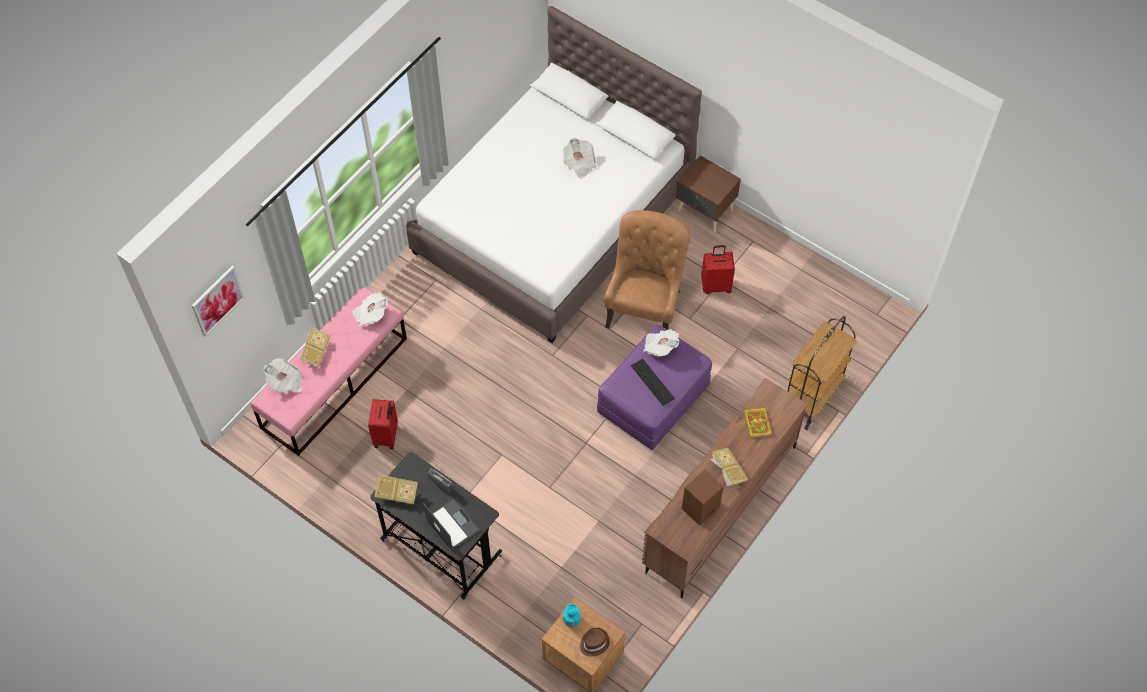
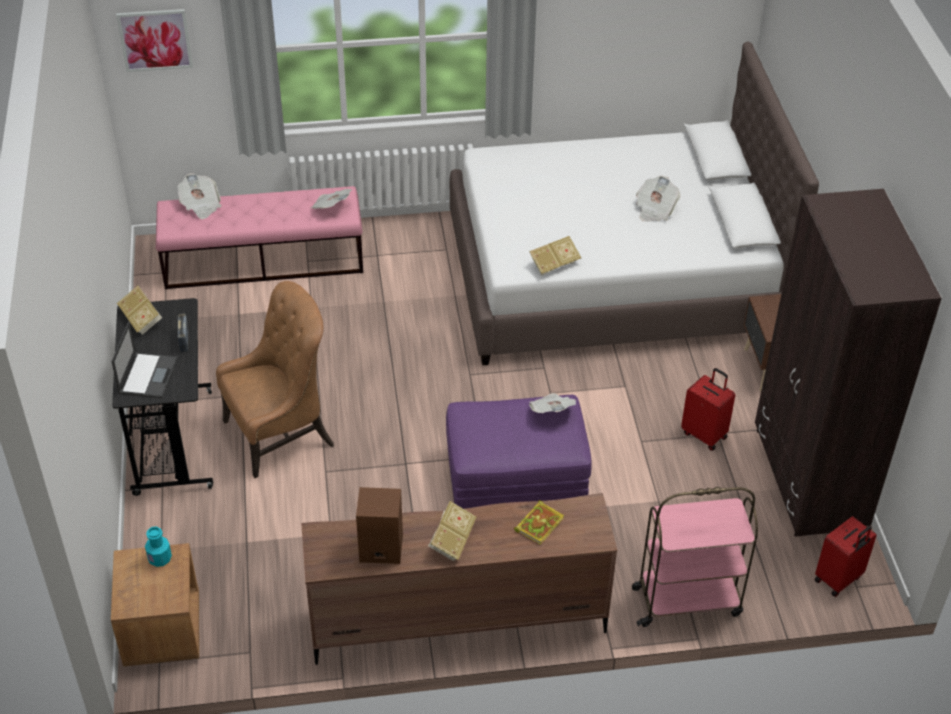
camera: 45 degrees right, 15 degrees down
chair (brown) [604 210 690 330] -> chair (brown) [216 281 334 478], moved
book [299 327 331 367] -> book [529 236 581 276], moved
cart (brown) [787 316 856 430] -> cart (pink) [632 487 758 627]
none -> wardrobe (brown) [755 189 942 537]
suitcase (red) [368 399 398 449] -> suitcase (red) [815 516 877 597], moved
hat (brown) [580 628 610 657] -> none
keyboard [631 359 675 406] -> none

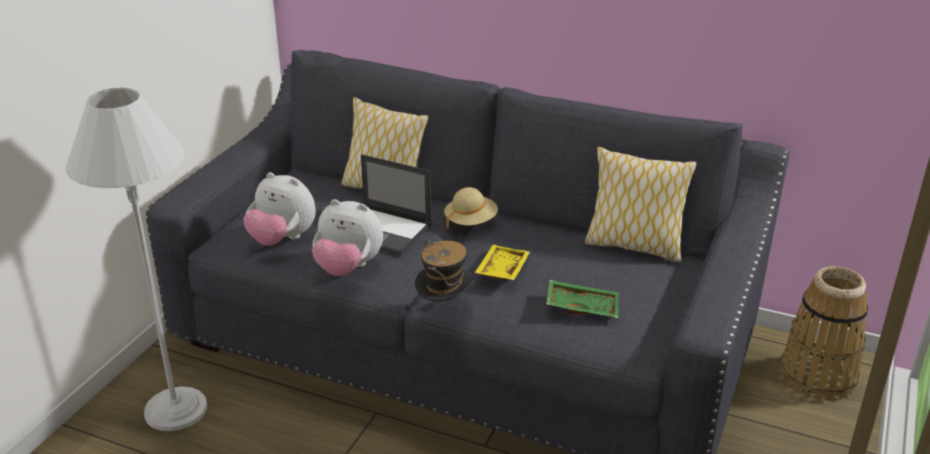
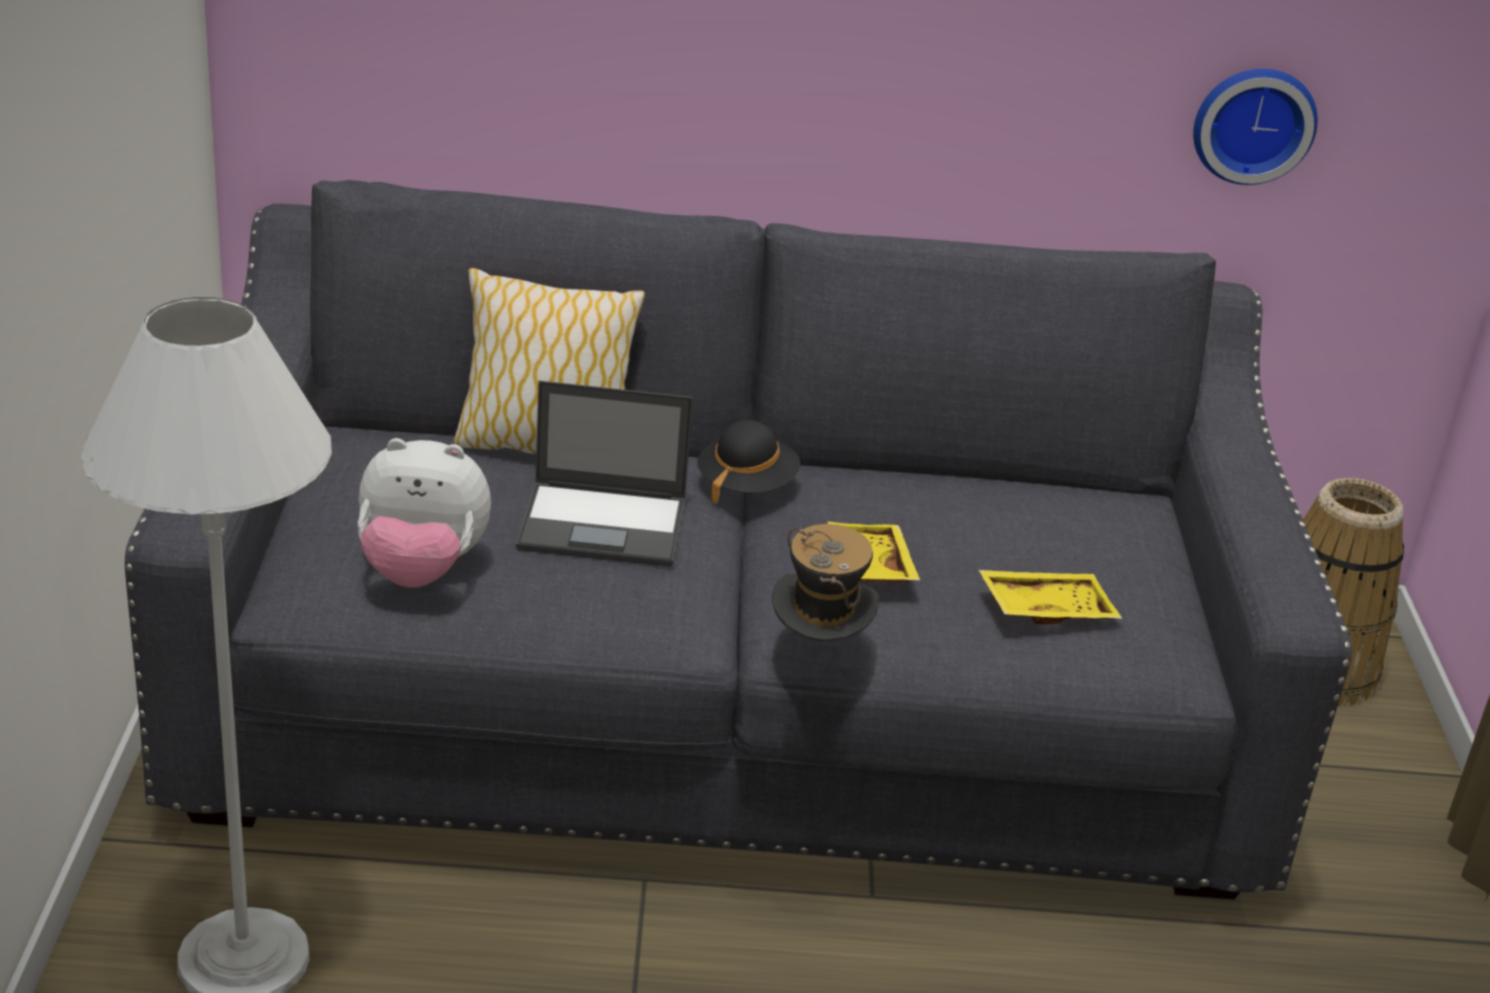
camera: 25 degrees left, 0 degrees up
hat (beige) [444 187 498 228] -> hat (black) [697 420 801 505]
tray (green) [546 280 619 318] -> tray (yellow) [979 570 1122 624]
none -> wall clock [1193 69 1318 185]
plush toy [312 199 383 276] -> none
pillow [585 147 697 262] -> none

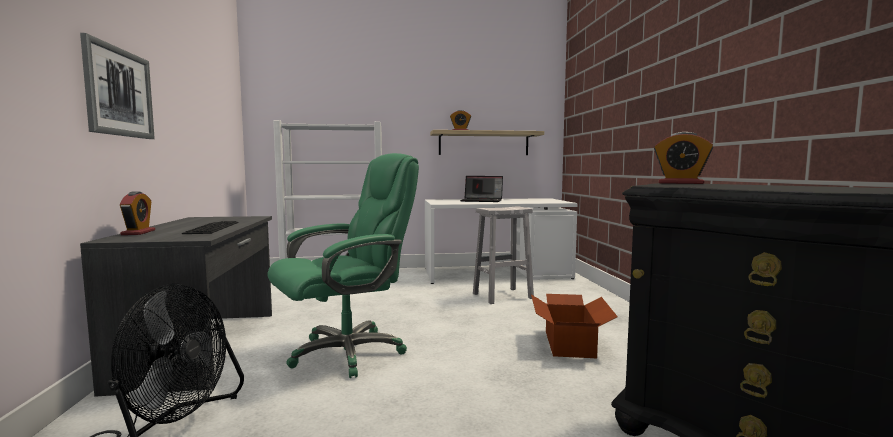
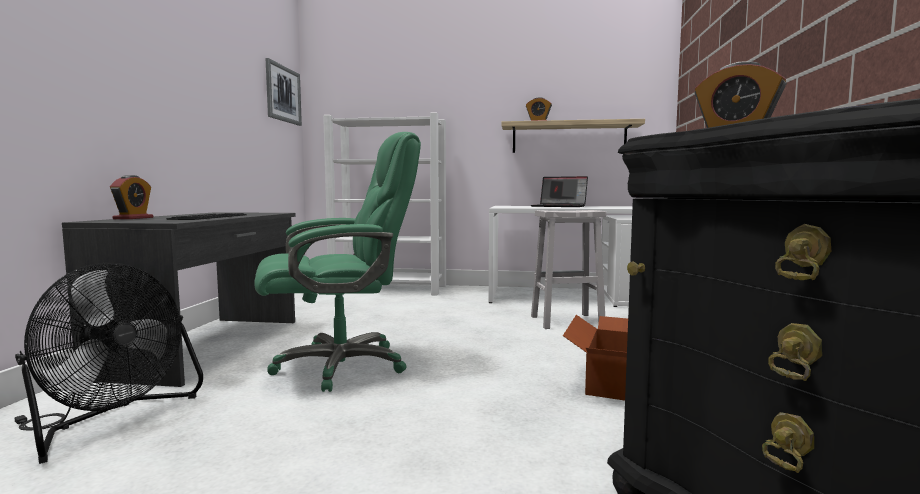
camera: 15 degrees right, 0 degrees up
picture [80 33 155 139] -> picture [265 58 302 126], moved

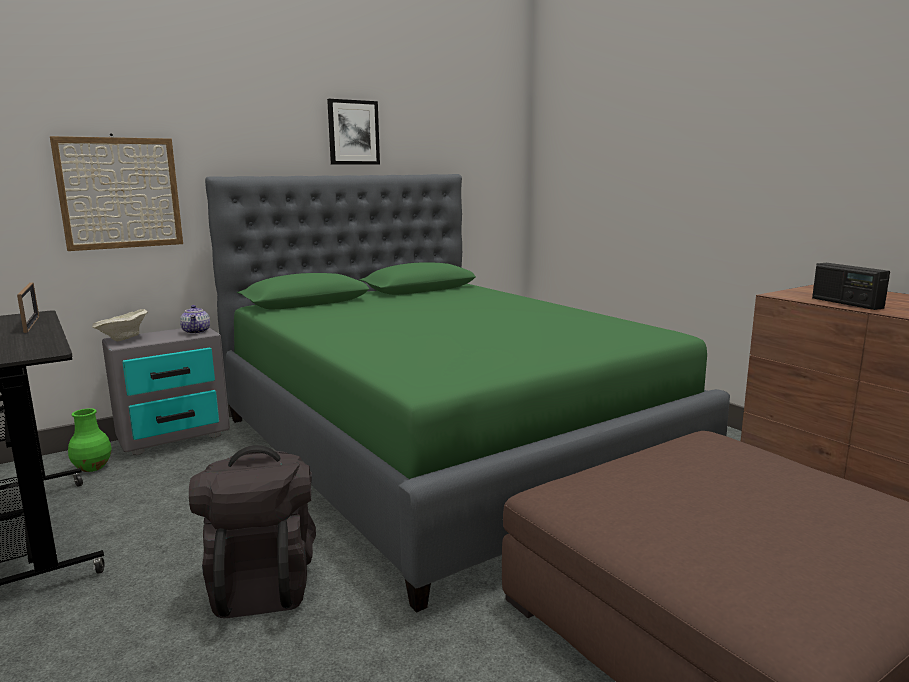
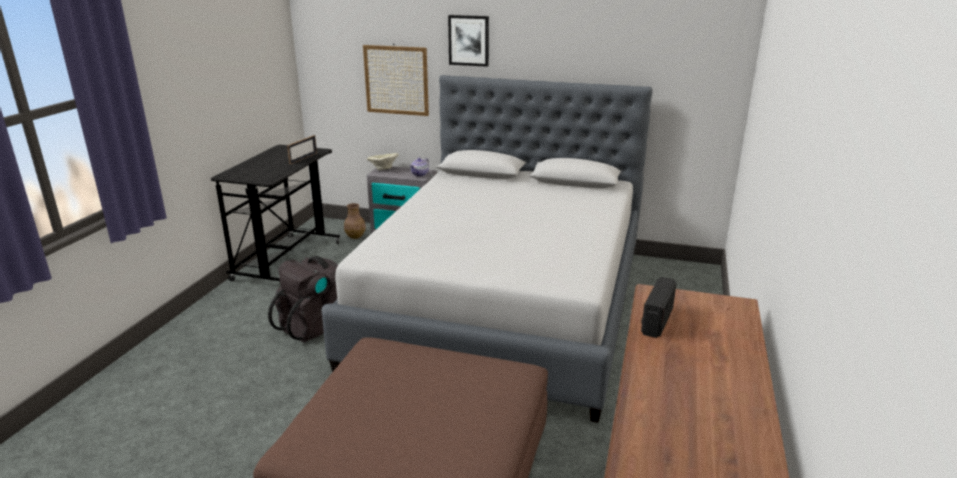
camera: 50 degrees right, 10 degrees up
bed (green) [205 174 730 613] -> bed (grey) [322 75 653 423]
vase (green) [68 408 112 472] -> vase (brown) [344 203 366 239]
picture [327 99 380 165] -> picture [448 15 489 67], moved

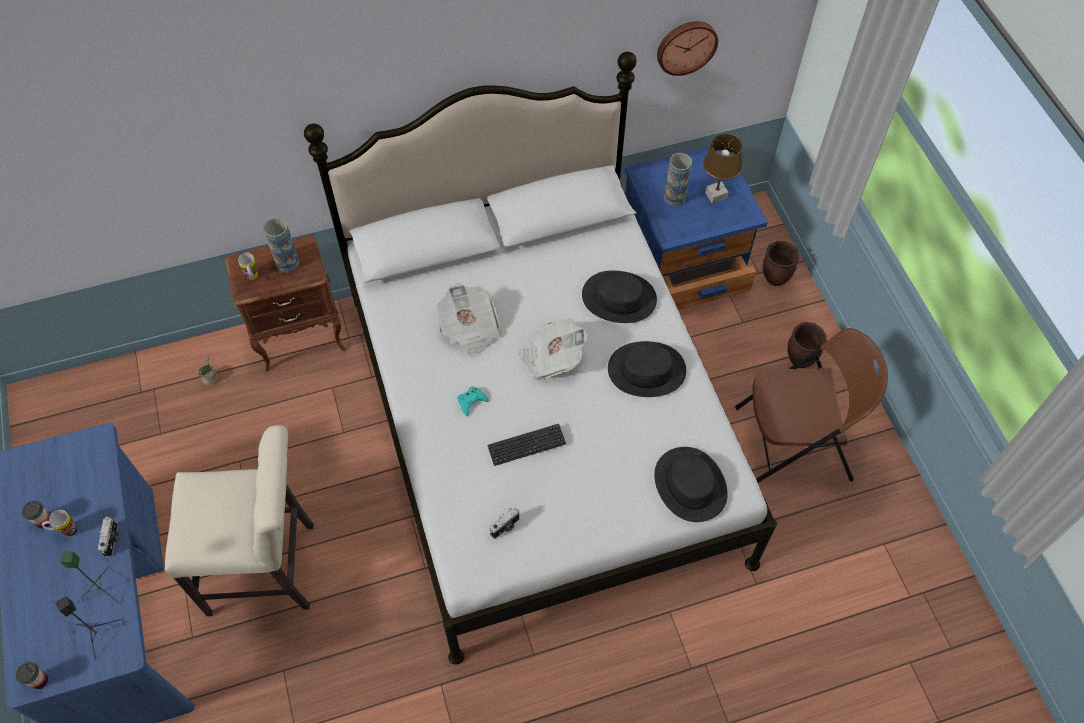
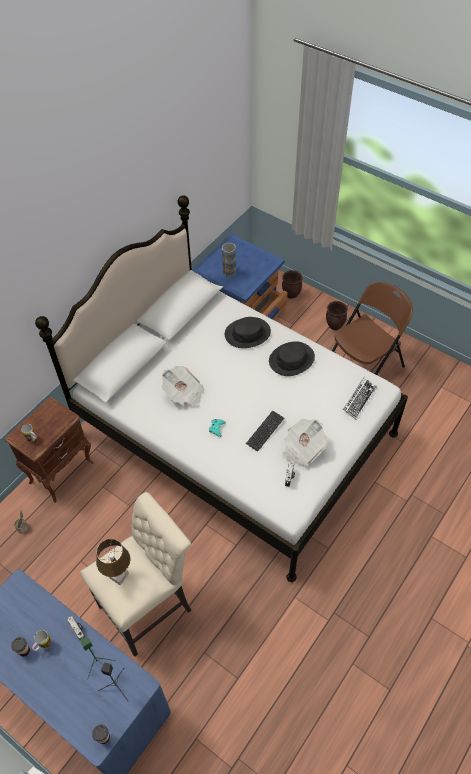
camera: 35 degrees left, 5 degrees down
table lamp (brown) [703 134 743 203] -> table lamp (brown) [96 539 130 585], moved
newspaper [519 318 588 380] -> newspaper [282 418 328 467], moved
hat (black) [654 447 728 522] -> keyboard [343 377 377 420]
vase [263 218 299 272] -> none
wall clock [657 21 718 76] -> none

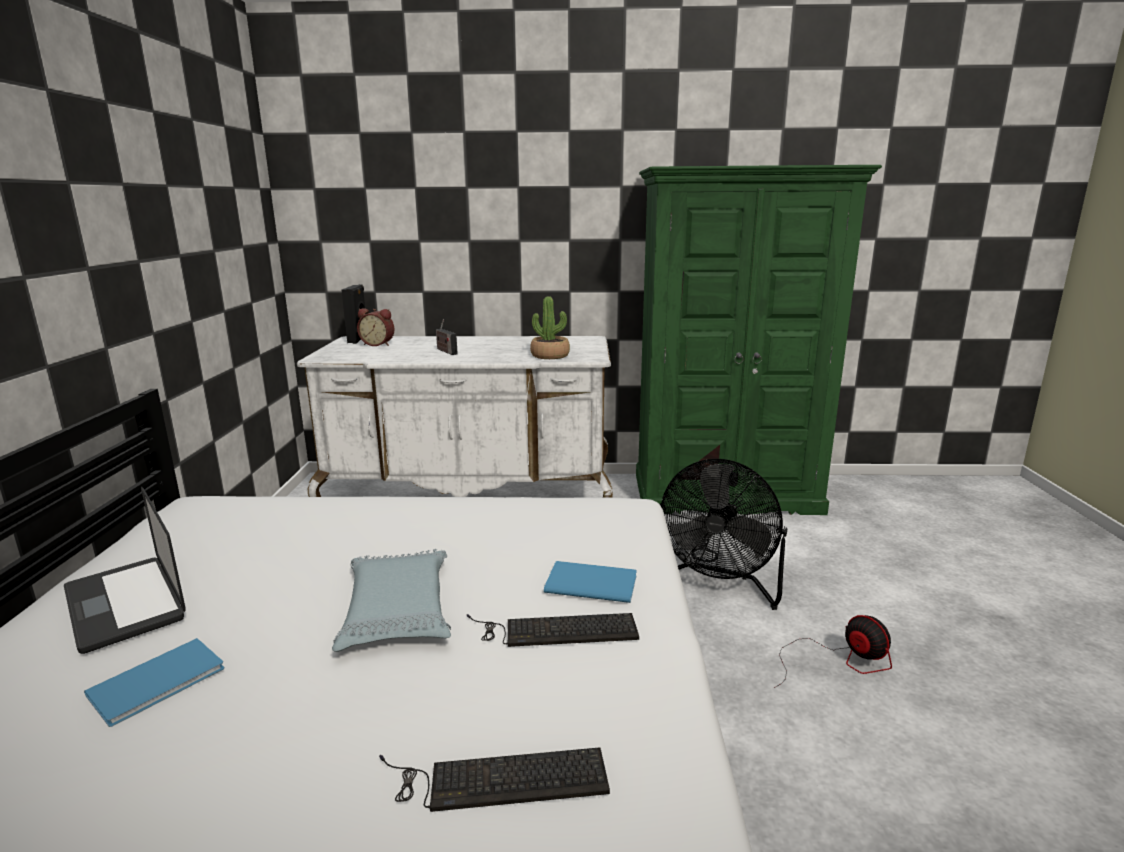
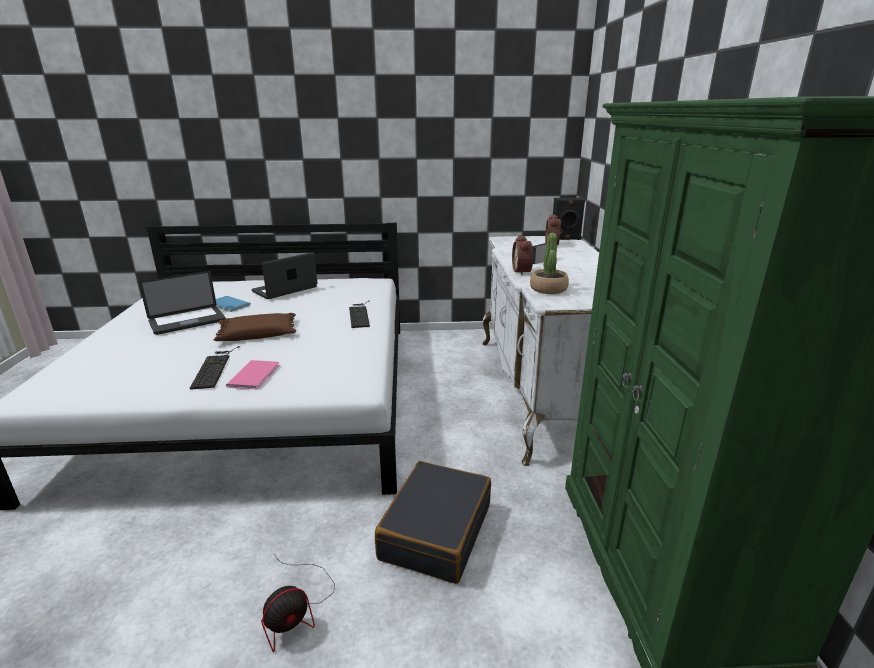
camera: 85 degrees right, 5 degrees up
none -> laptop [139 271 226 335]
pillow (blue) [332 549 451 652] -> pillow (brown) [214 313 296 341]
book (blue) [544 561 637 603] -> book (pink) [226 360 279 389]
keyboard [379 747 610 812] -> keyboard [349 301 370 328], moved
fan (black) [660 459 787 610] -> suitcase (black) [375 461 491 584]
none -> alarm clock [512 235 533 275]

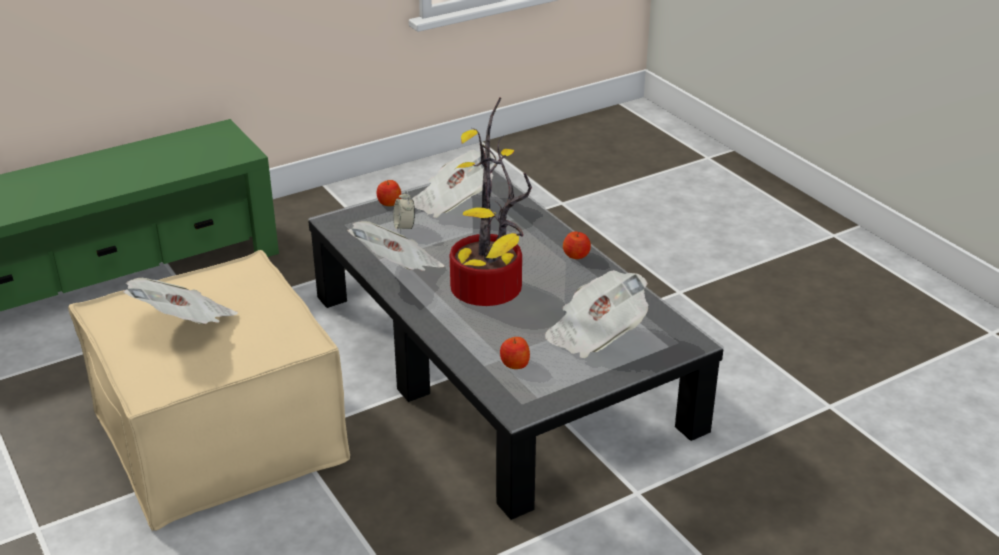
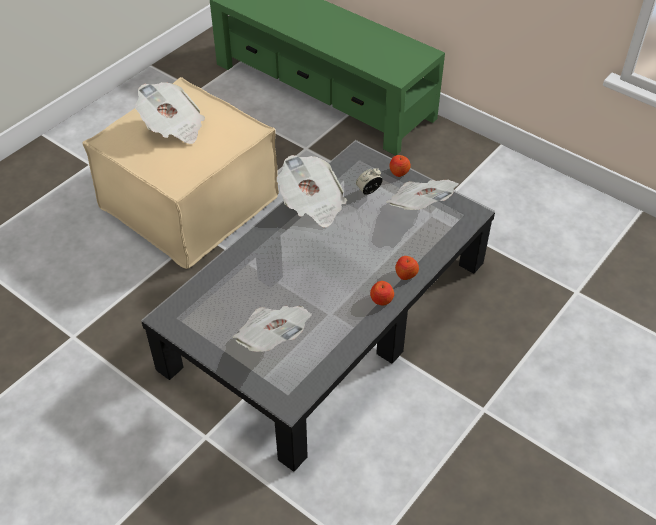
camera: 70 degrees right, 15 degrees up
apple [500 337 530 369] -> apple [395 256 419 280], moved
potted plant [450 97 532 306] -> none

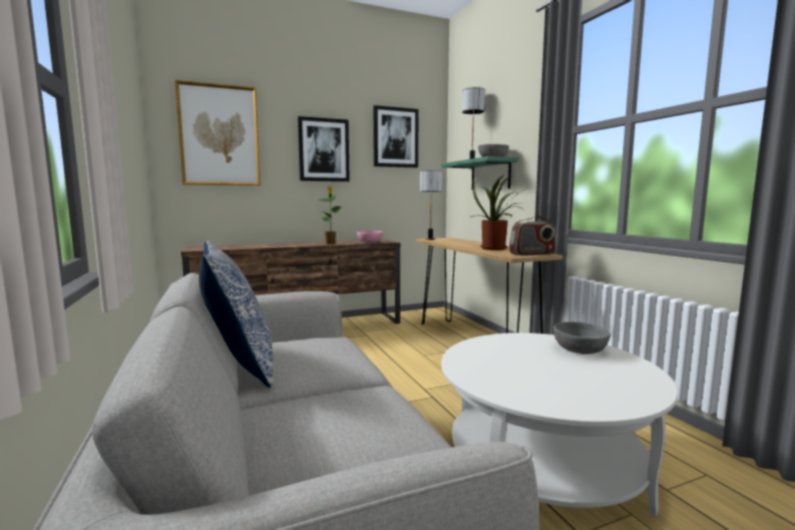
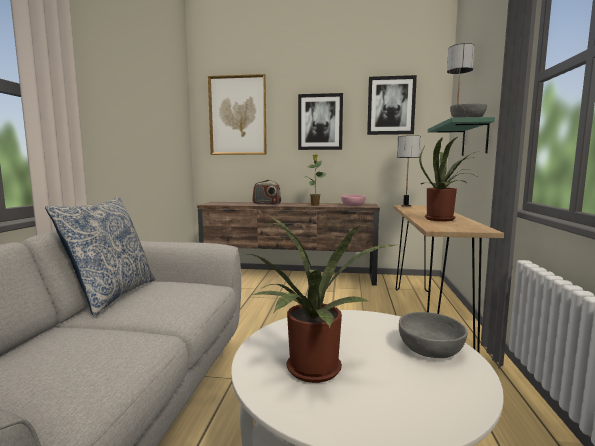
camera: 30 degrees right, 0 degrees up
none -> potted plant [249 216 395 383]
radio [509 216 556 256] -> radio [252 180 281 205], moved

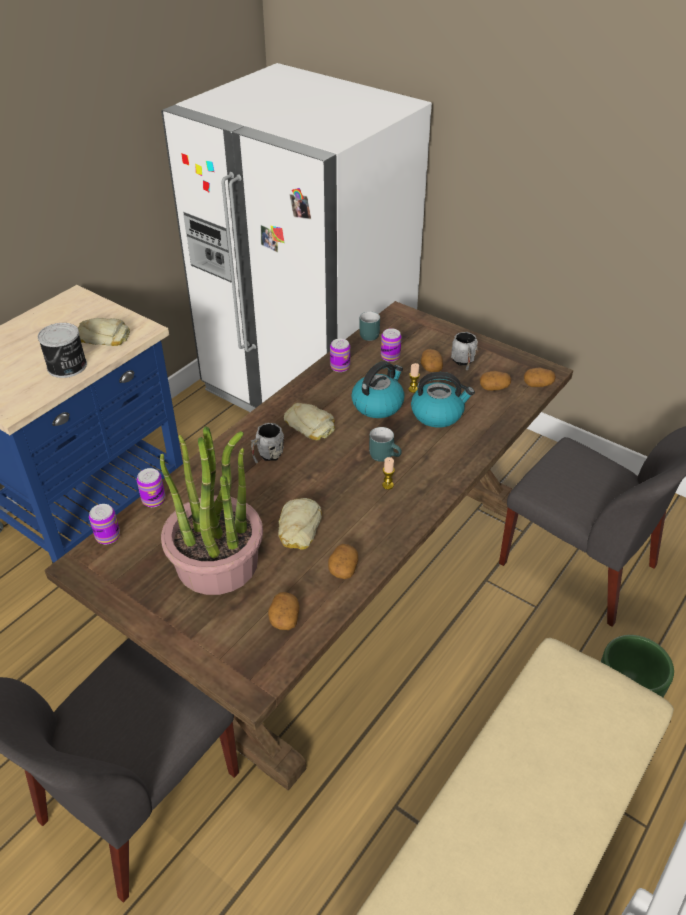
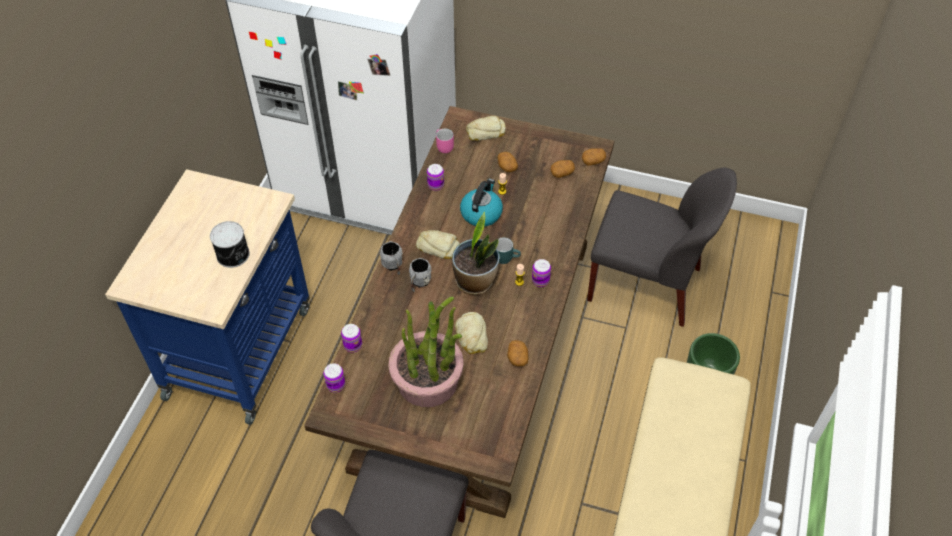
camera: 20 degrees left, 10 degrees up
mug (grey) [451 332 478 371] -> mug (grey) [380 241 403 275], moved
mug (turquoise) [359 311 380 341] -> mug (pink) [436 129 454 153]
none -> potted plant [452 212 499 295]
bread [78 318 130 346] -> bread [466 116 506 141], moved
can [381 328 401 362] -> can [532 259 551 287], moved
potato [268 592 299 630] -> none
kettle [411 372 475 428] -> none

